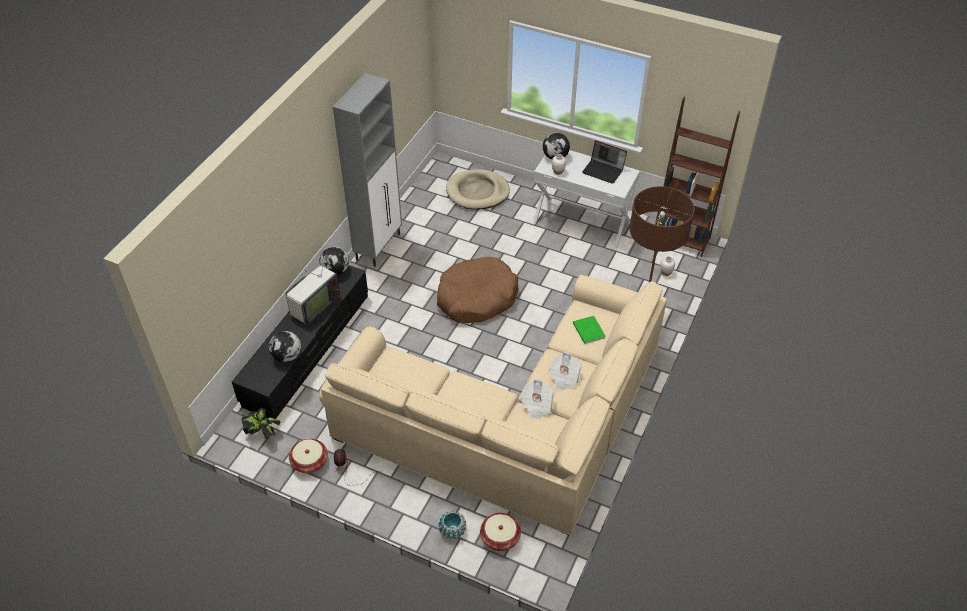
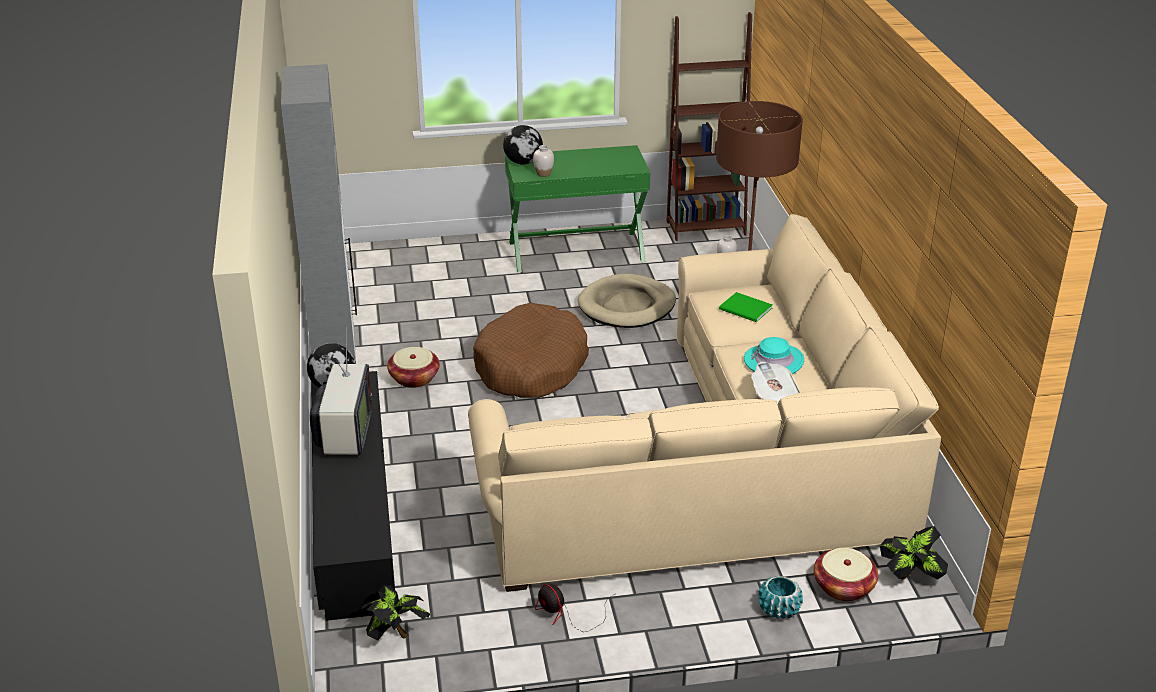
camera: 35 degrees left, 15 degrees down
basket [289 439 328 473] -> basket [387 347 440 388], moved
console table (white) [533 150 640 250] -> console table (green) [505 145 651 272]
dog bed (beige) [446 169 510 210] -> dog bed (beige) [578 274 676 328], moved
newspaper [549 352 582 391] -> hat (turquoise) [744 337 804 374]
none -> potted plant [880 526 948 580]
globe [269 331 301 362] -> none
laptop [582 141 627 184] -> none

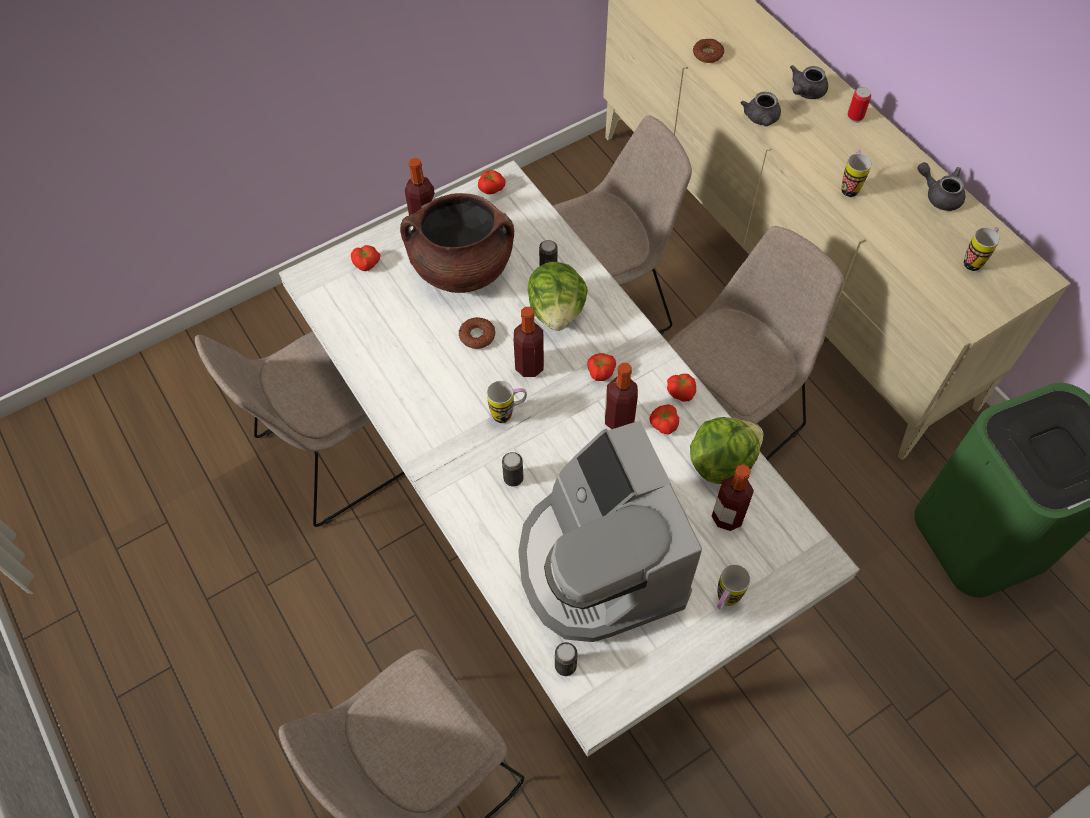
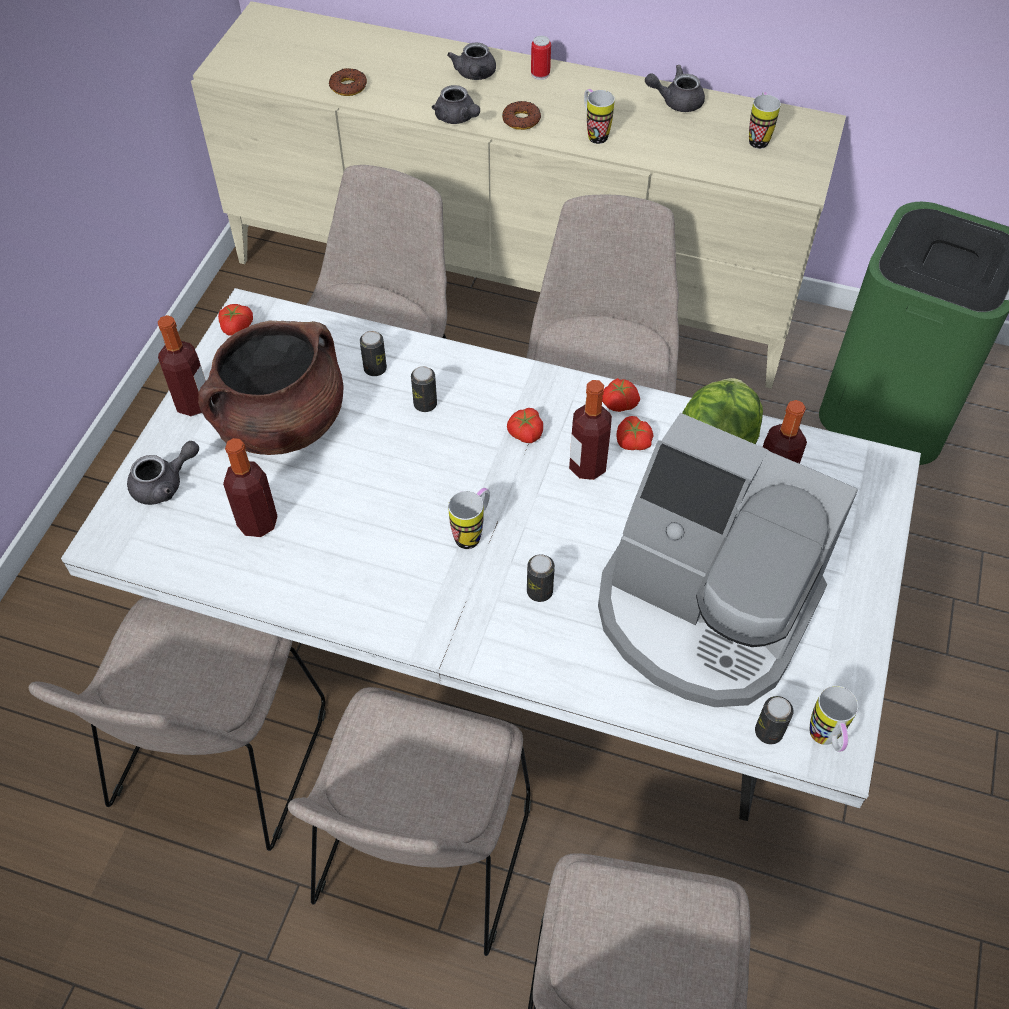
camera: 40 degrees left, 5 degrees down
tomato [351 245 380 271] -> teapot (grey) [127 441 199 505]
bottle [514 307 544 377] -> bottle [223 438 278 537], moved
none -> chair (beige) [288 687 531 956]
lettuce [528 262 588 331] -> can [411 366 437 412]
donut [458 317 495 349] -> donut [502 101 541 130], moved
mug [717 564 750 609] -> mug [810 686 858 752], moved

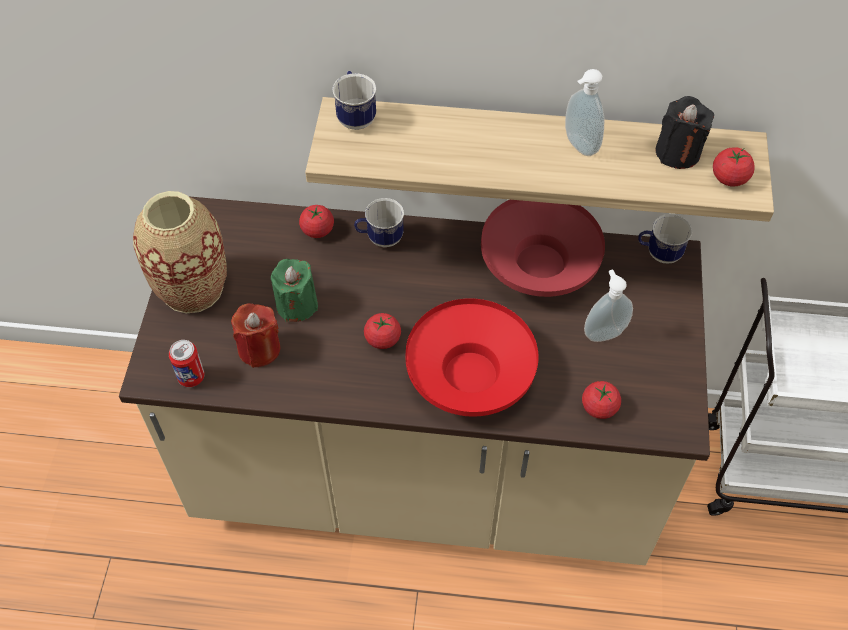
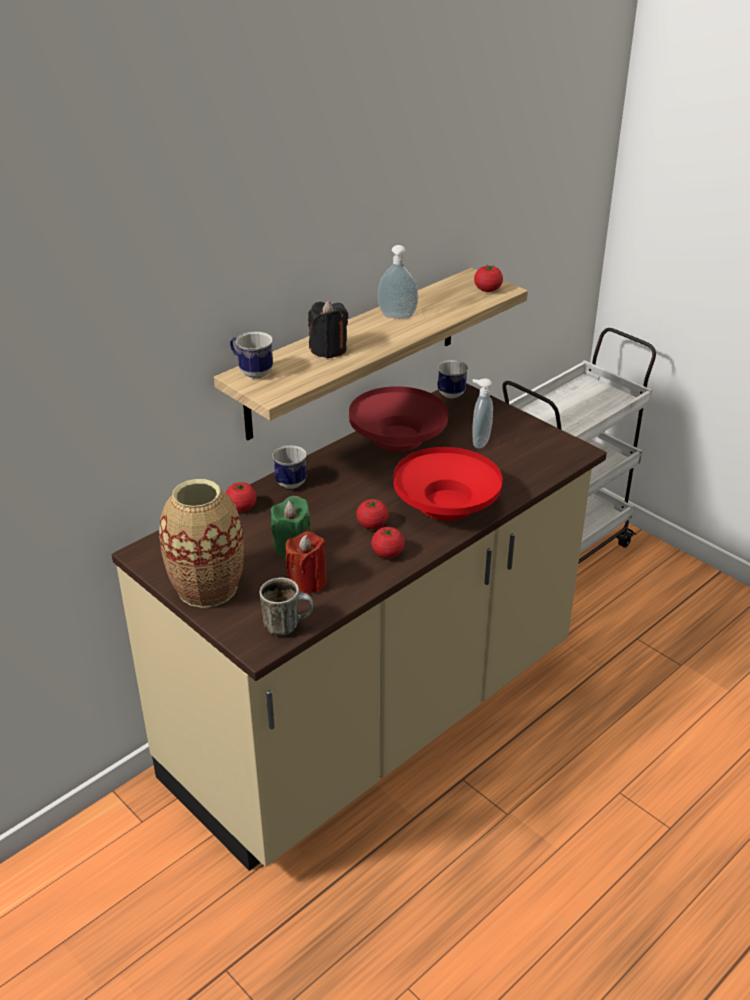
camera: 50 degrees left, 20 degrees down
can [169 340 205 387] -> mug [259 578 313 637]
candle (black) [655 96 714 169] -> candle (black) [308 300 348 358], moved
tomato [582 381 621 419] -> tomato [371 527 405 558], moved

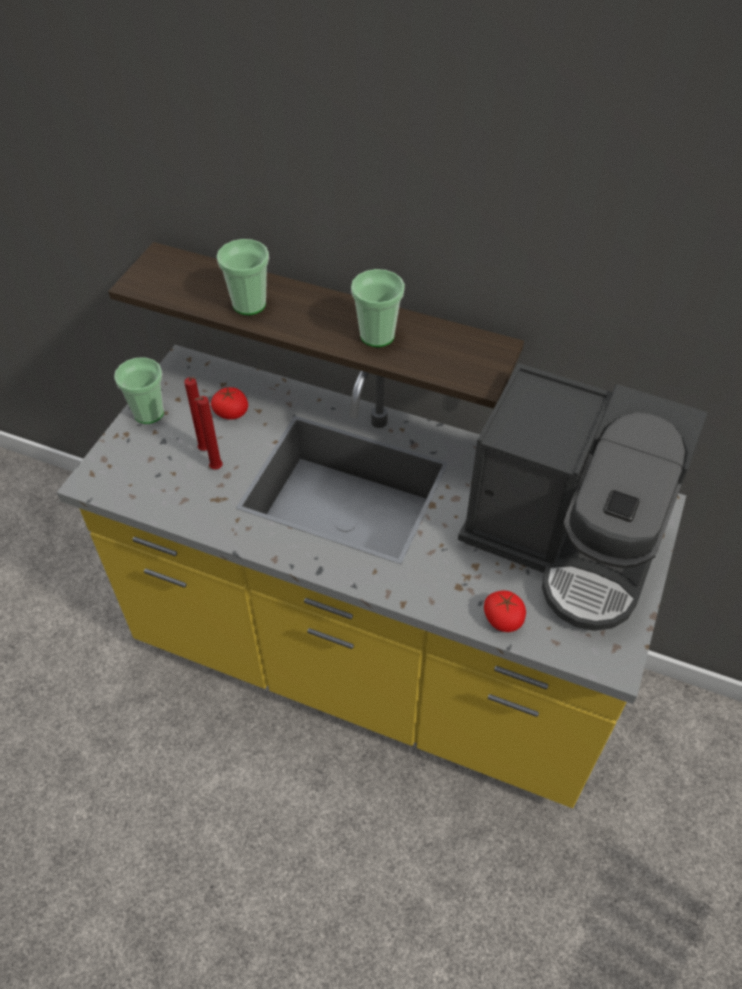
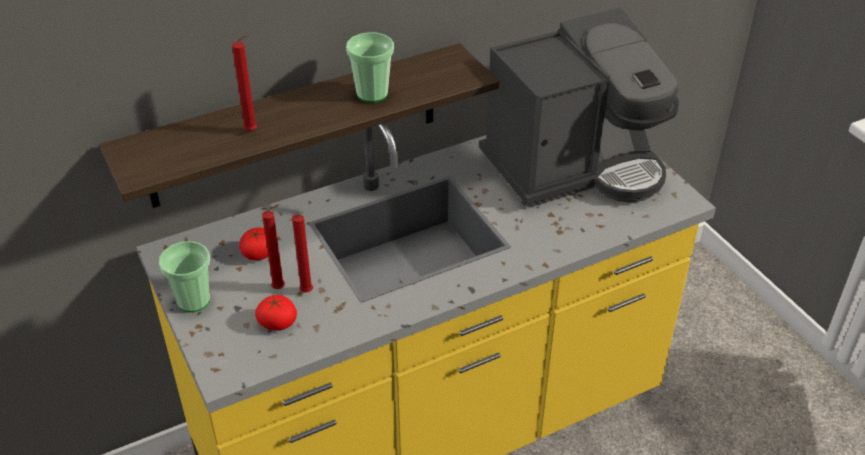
camera: 50 degrees left, 10 degrees down
cup [217 239 269 315] -> candle (red) [232 34 257 131]
tomato [484 591 526 632] -> tomato [255 295 297 331], moved

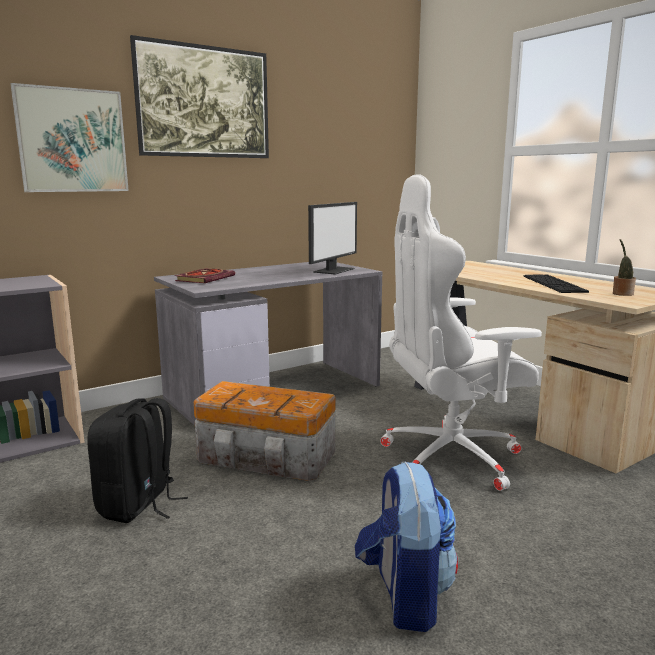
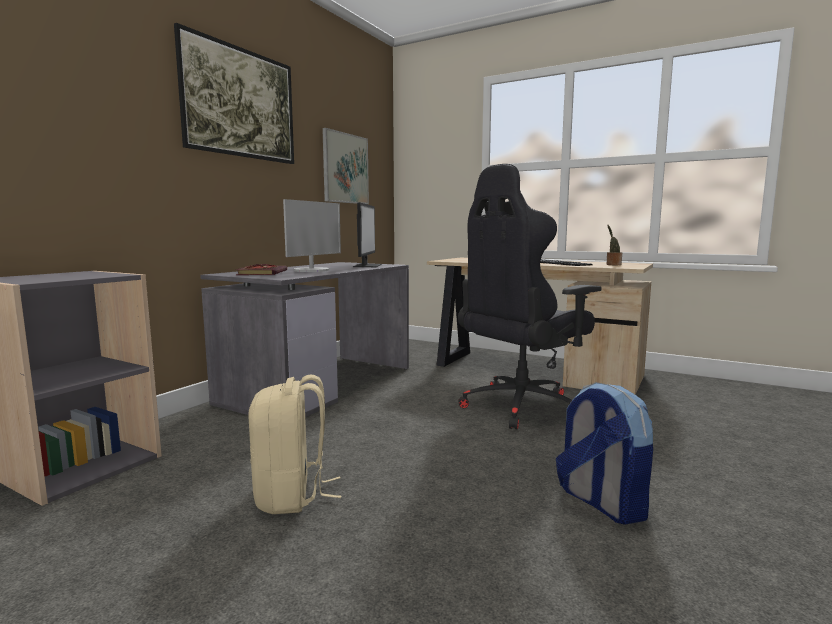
camera: 25 degrees left, 5 degrees down
backpack (black) [87 398 188 523] -> backpack (beige) [248 375 342 514]
none -> monitor [283 199 341 272]
picture [11 83 129 192] -> picture [322 128 369 204], moved
office chair (white) [380 175 542 491] -> office chair (black) [458 164 601 430]
storage box [193 381 335 481] -> none

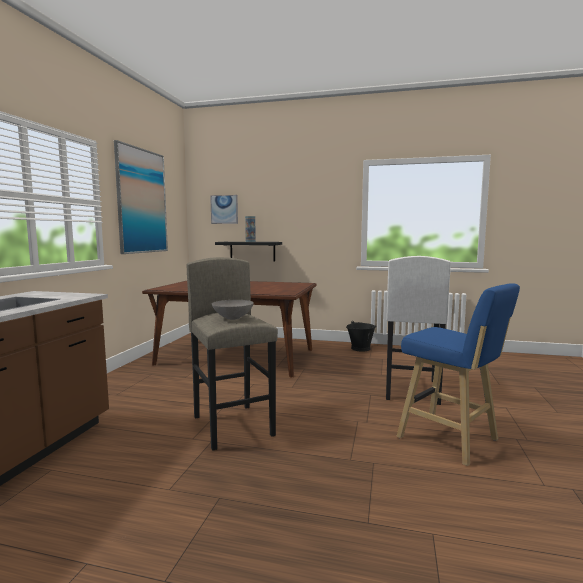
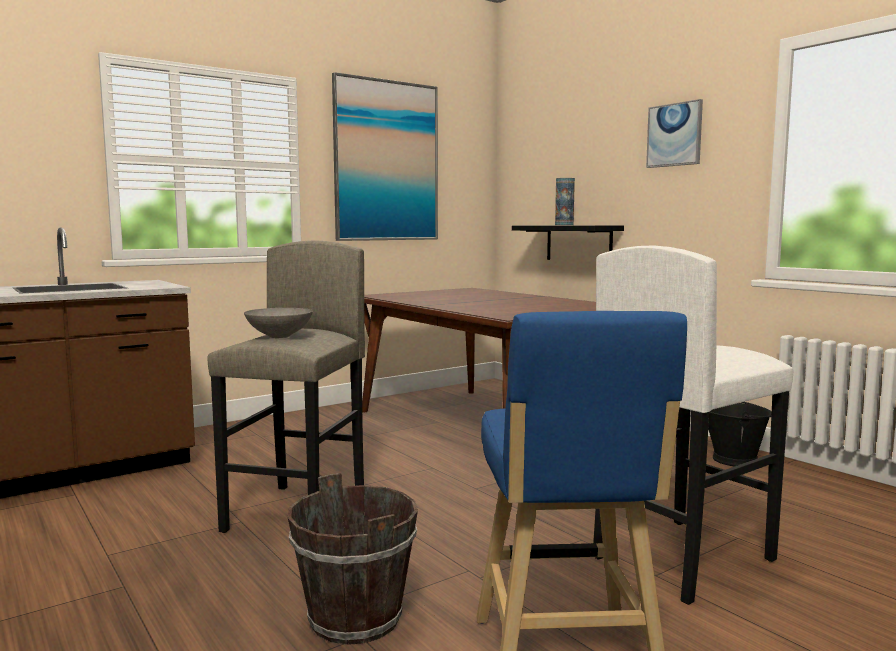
camera: 40 degrees right, 0 degrees up
none -> bucket (brown) [288 473 418 645]
picture [210 195 238 224] -> picture [646 99 703 168], moved

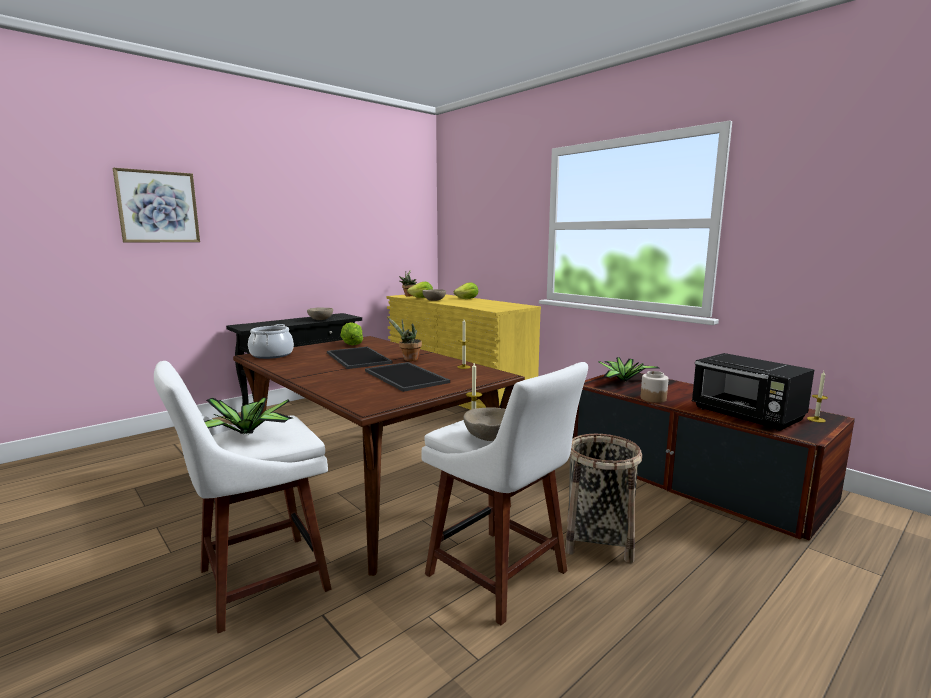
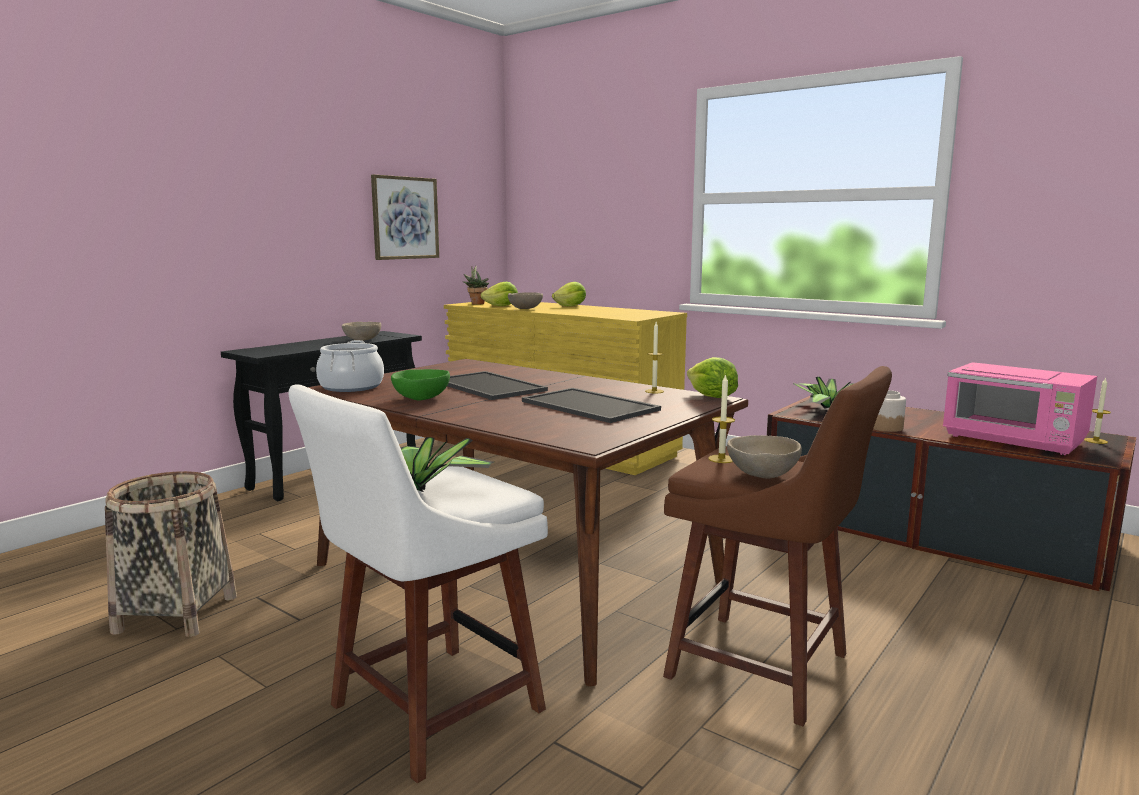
camera: 10 degrees left, 0 degrees up
basket [565 434 642 563] -> basket [105 471 237 637], moved
picture [113 168 200 243] -> picture [371 175 439 260], moved
none -> bowl (green) [391 369 450 400]
stool (white) [421 362 588 625] -> stool (brown) [663 366 892 726]
lettuce [341 322 363 345] -> lettuce [687 357 738 398], moved
microwave (black) [692 353 815 431] -> microwave (pink) [943 362 1097 455]
potted plant [387 317 422 361] -> none

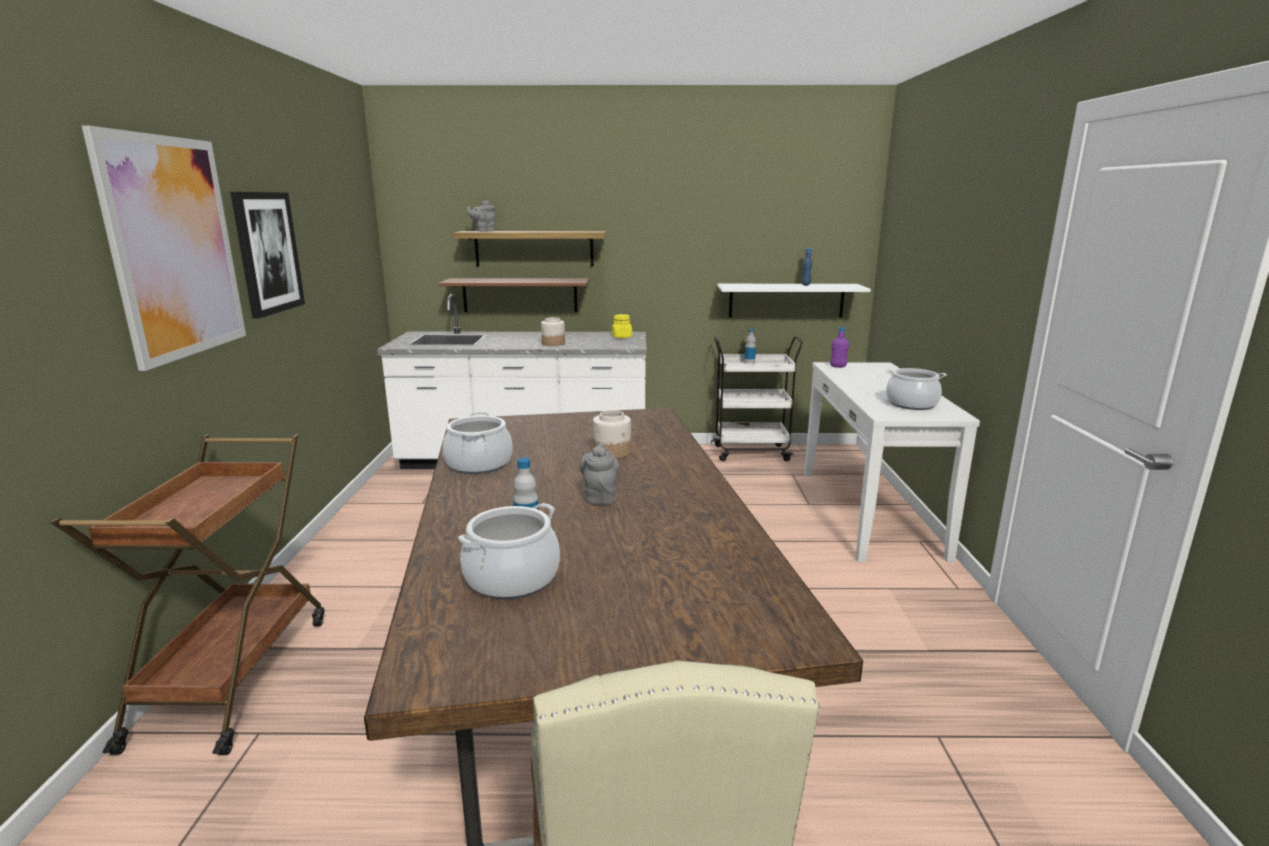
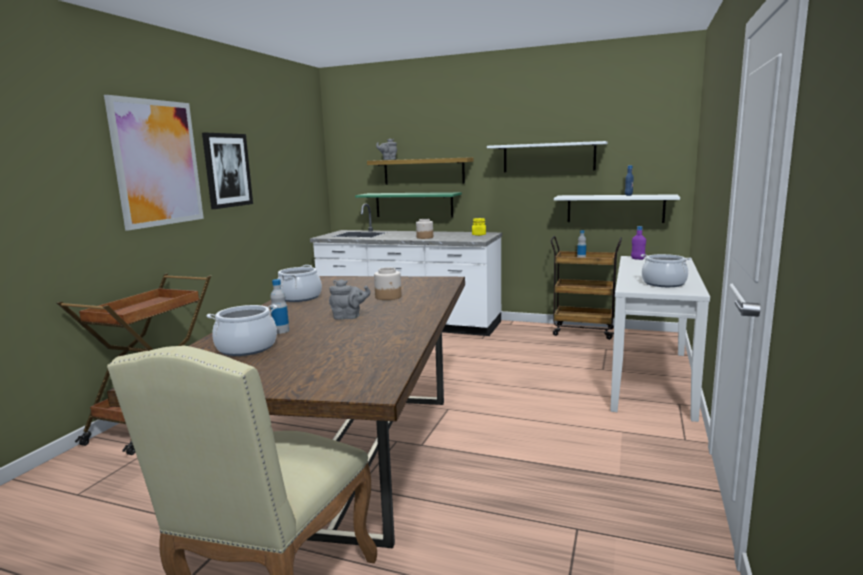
camera: 20 degrees right, 5 degrees down
teapot (grey) [579 442 620 505] -> teapot (grey) [329 280 371 320], 75 degrees clockwise
shelf (brown) [438 278 589 312] -> shelf (green) [355 192 462 217]
none -> shelf (white) [487 141 607 172]
cart (white) [711 336 802 461] -> cart (brown) [551 236 622 340]

